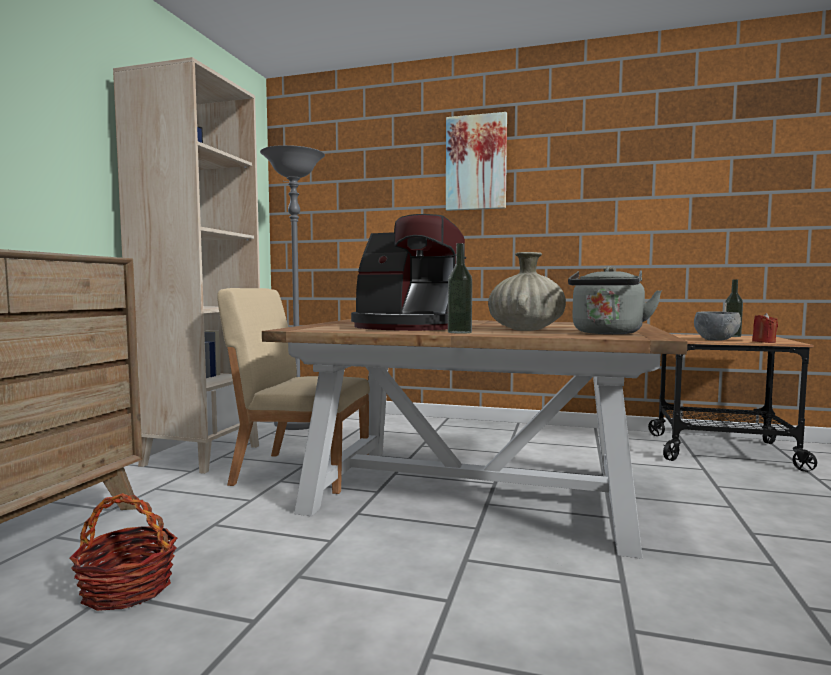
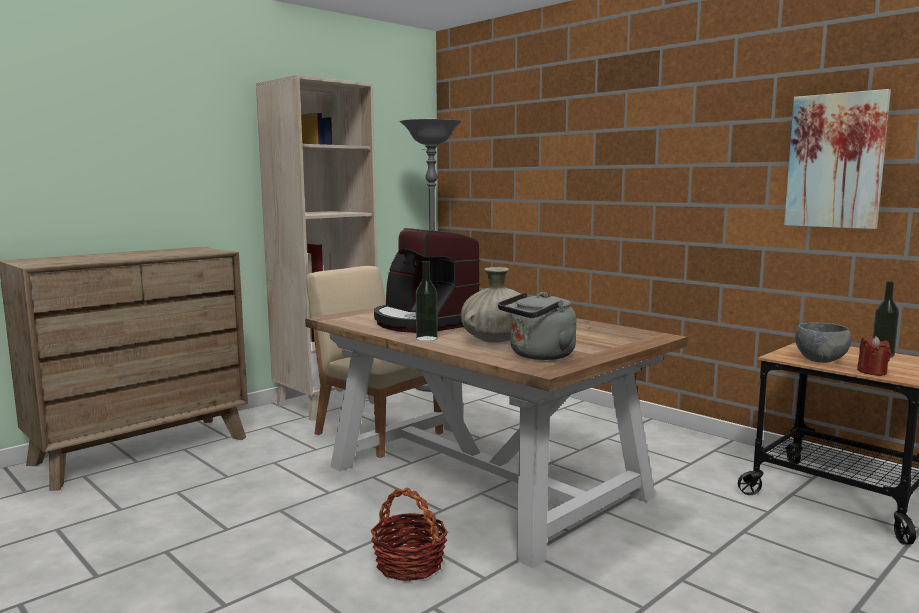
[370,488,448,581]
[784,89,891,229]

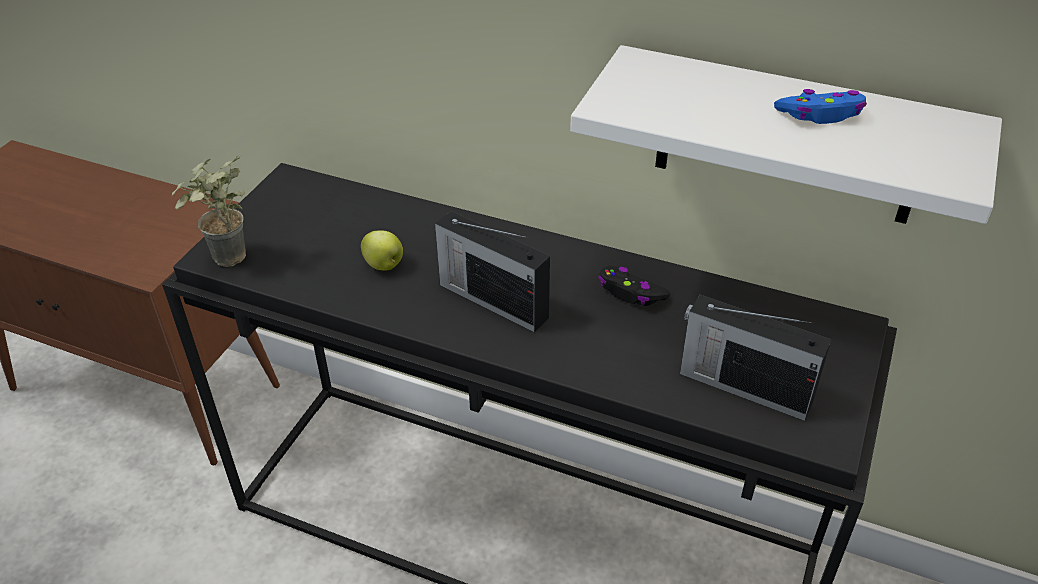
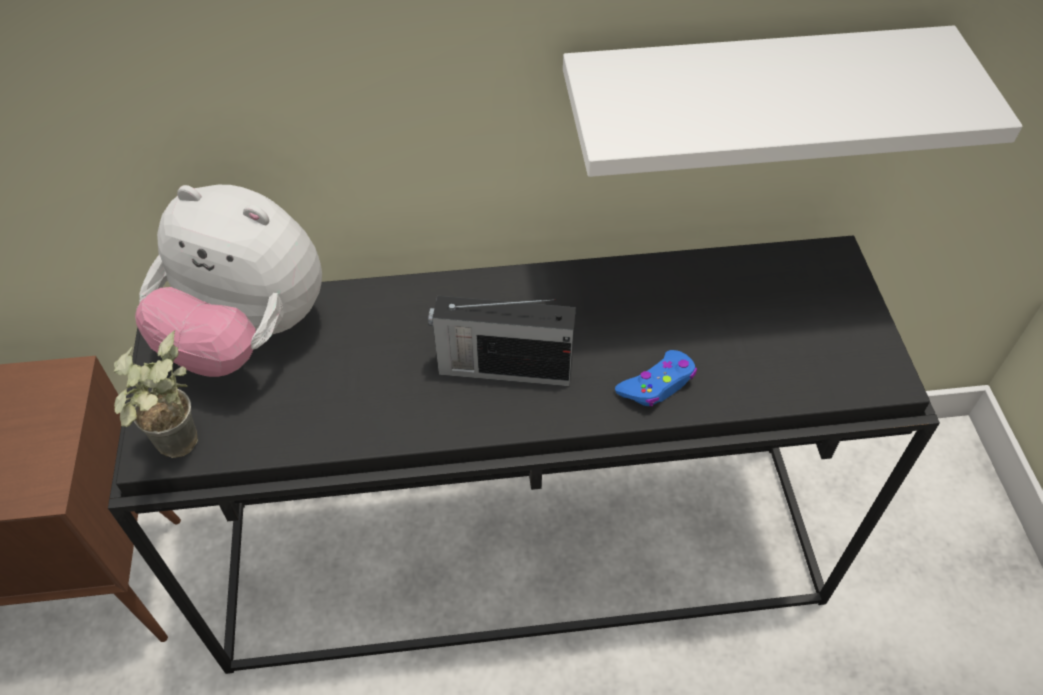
[361,230,403,271] (first image)
[598,266,671,306] (first image)
[680,295,832,421] (first image)
[615,350,697,407]
[135,185,322,377]

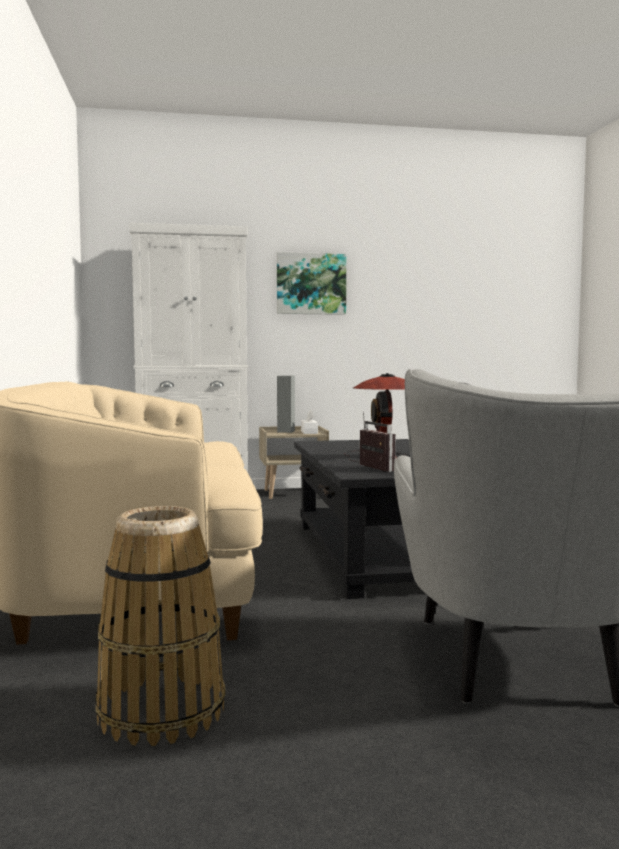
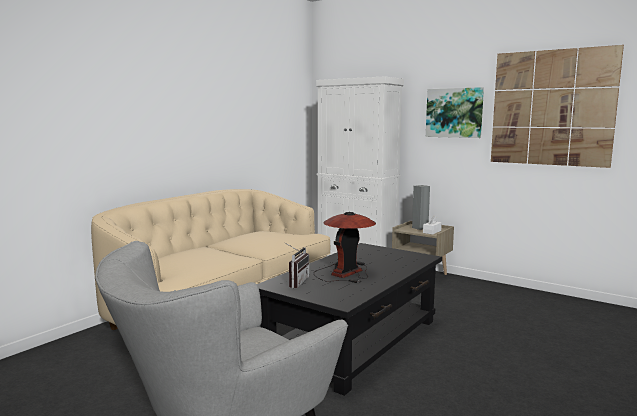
[95,506,225,746] (first image)
[491,45,624,168]

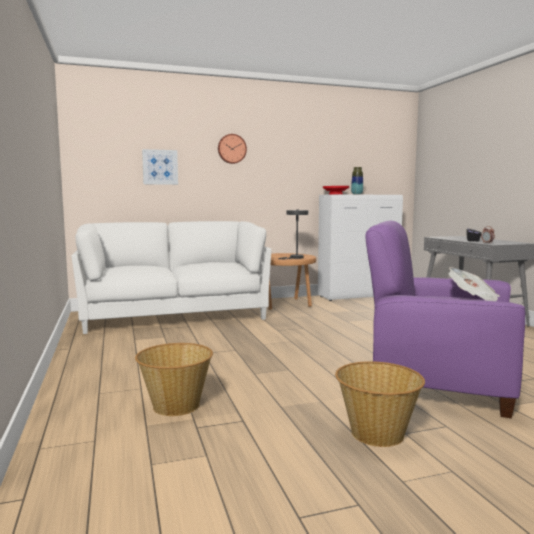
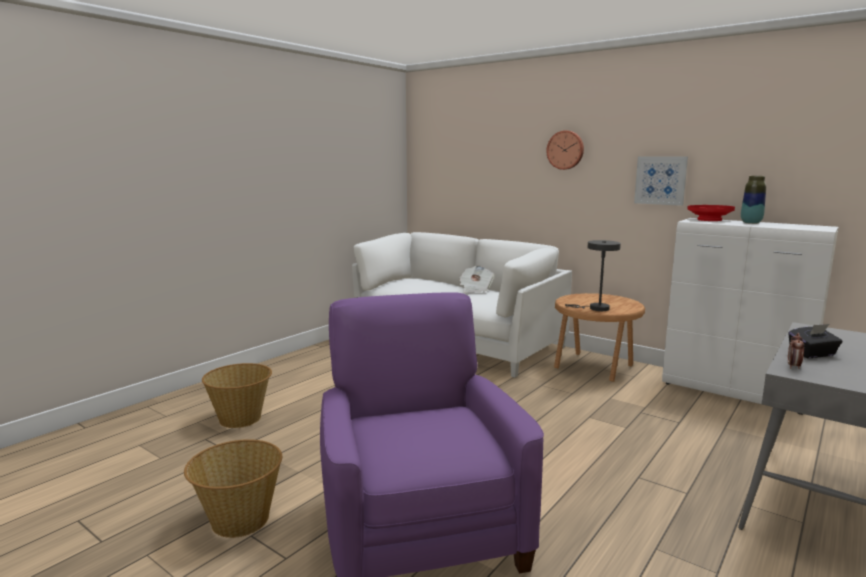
[634,156,688,206]
[459,266,495,293]

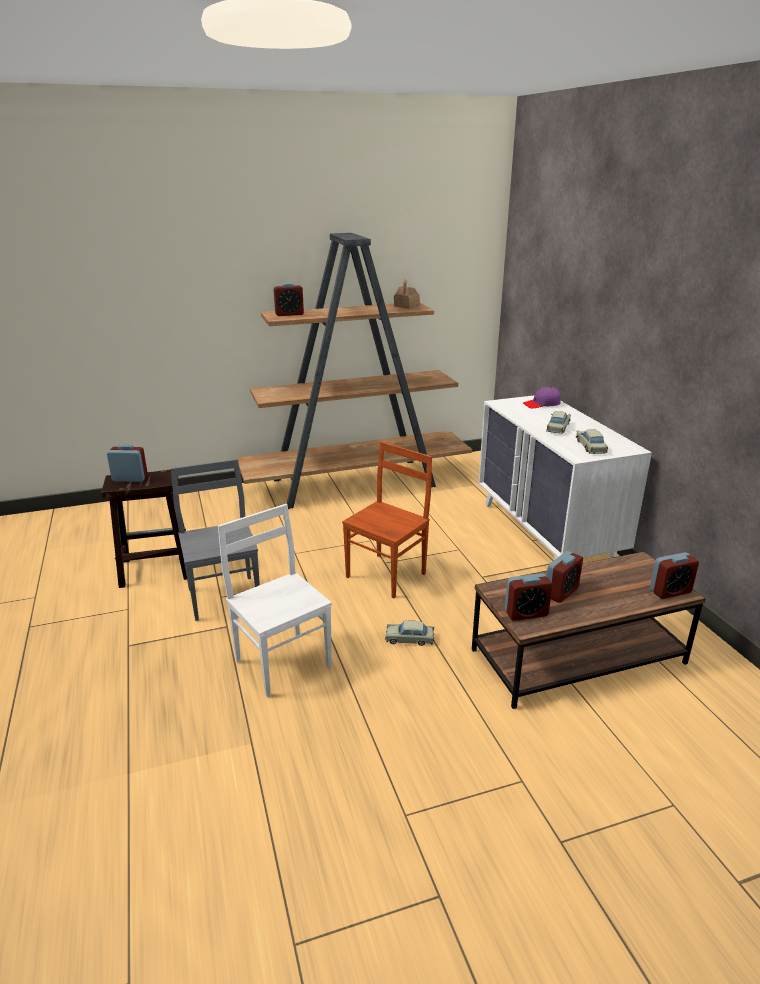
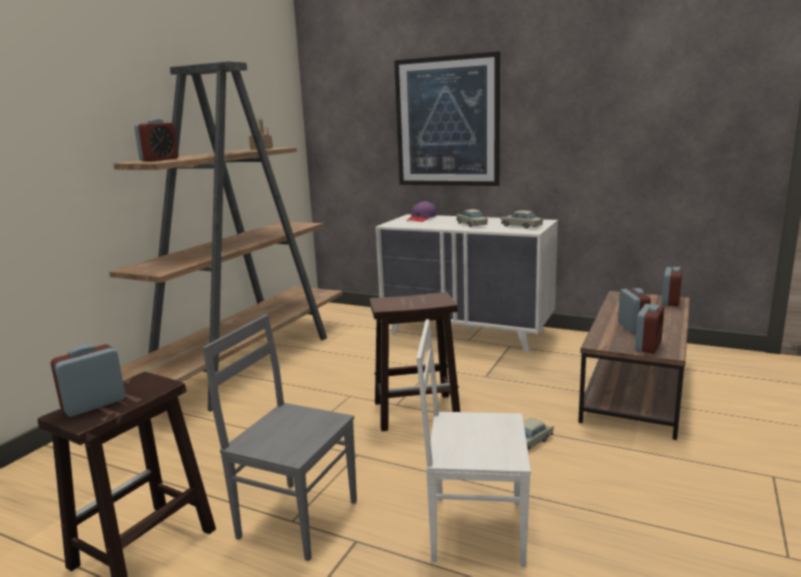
[370,292,460,431]
[394,51,500,186]

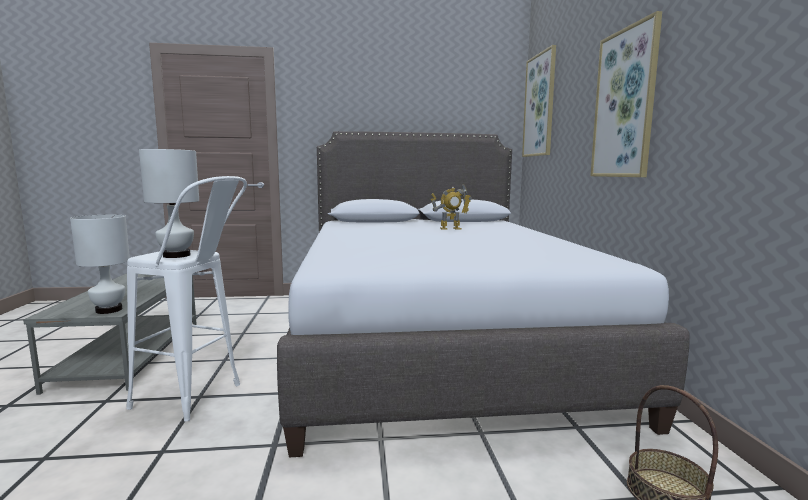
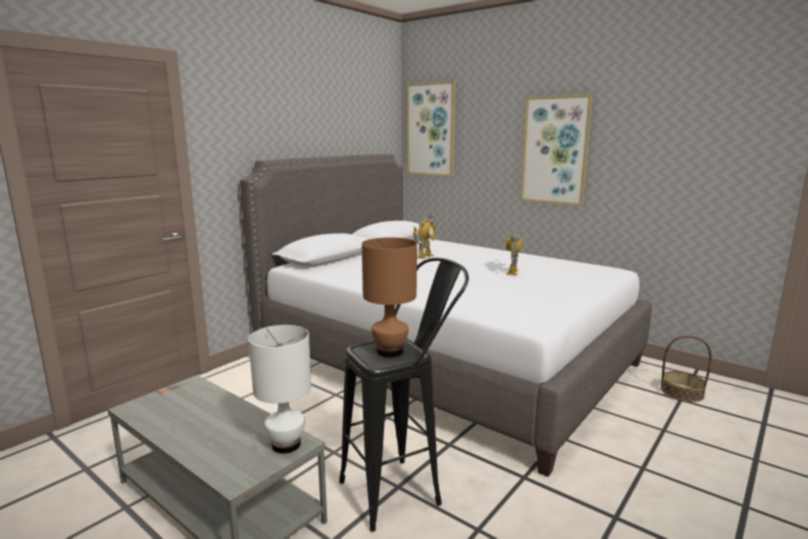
[339,258,469,532]
[362,237,417,357]
[506,229,522,276]

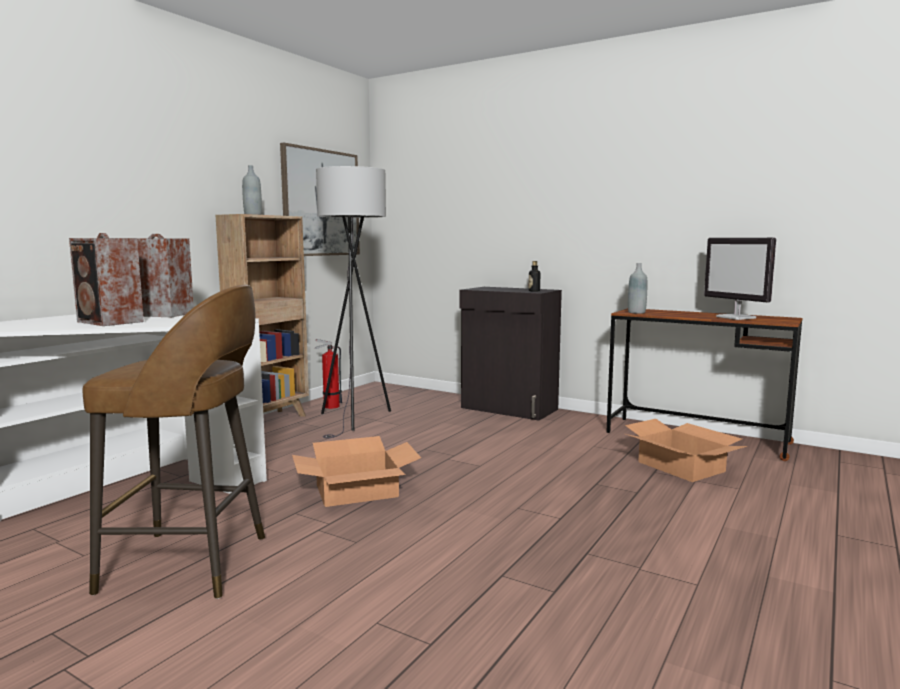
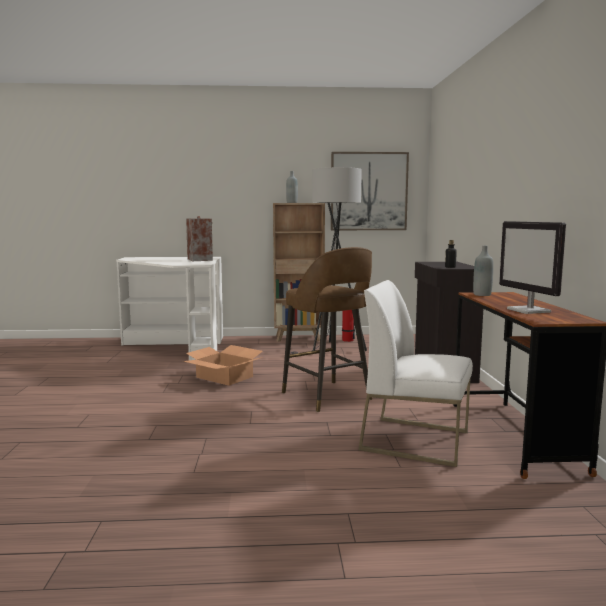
[69,233,144,326] (first image)
[282,247,372,412]
[358,280,473,467]
[499,221,566,314]

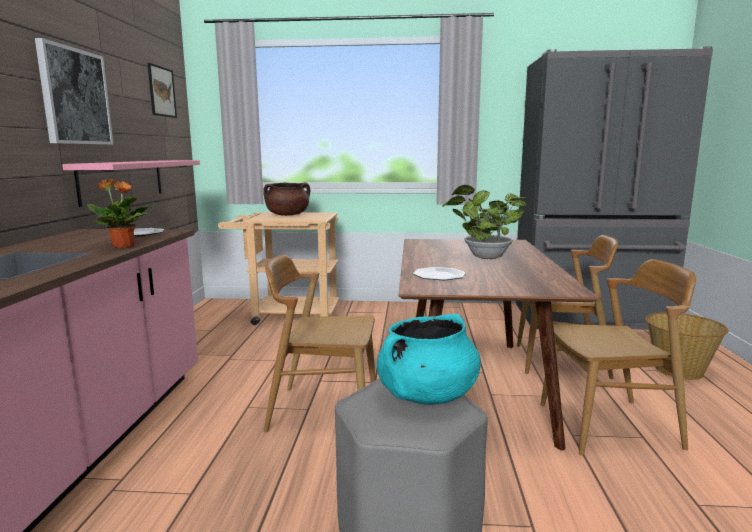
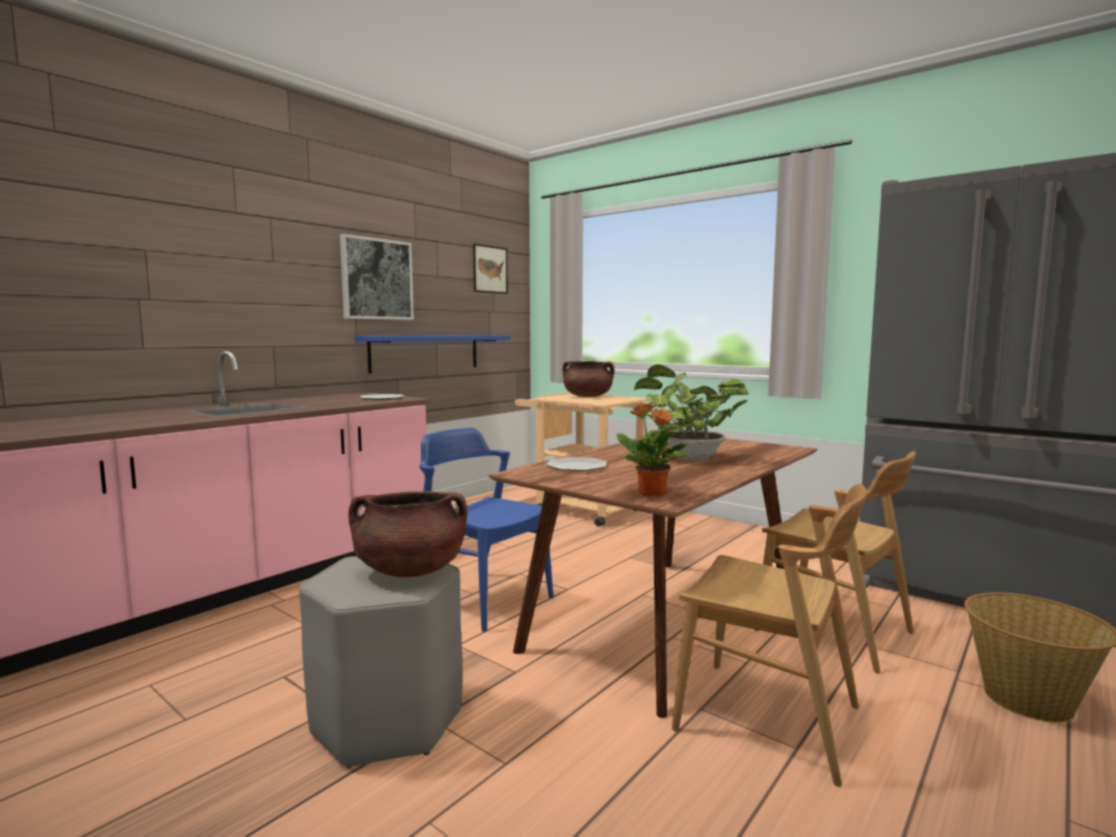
[355,335,510,373]
[616,403,694,496]
[419,428,554,632]
[348,491,467,577]

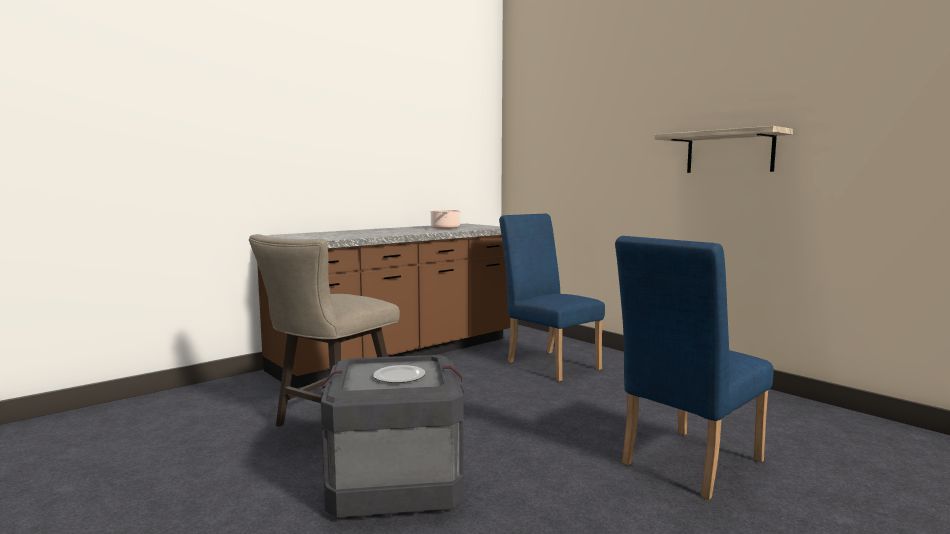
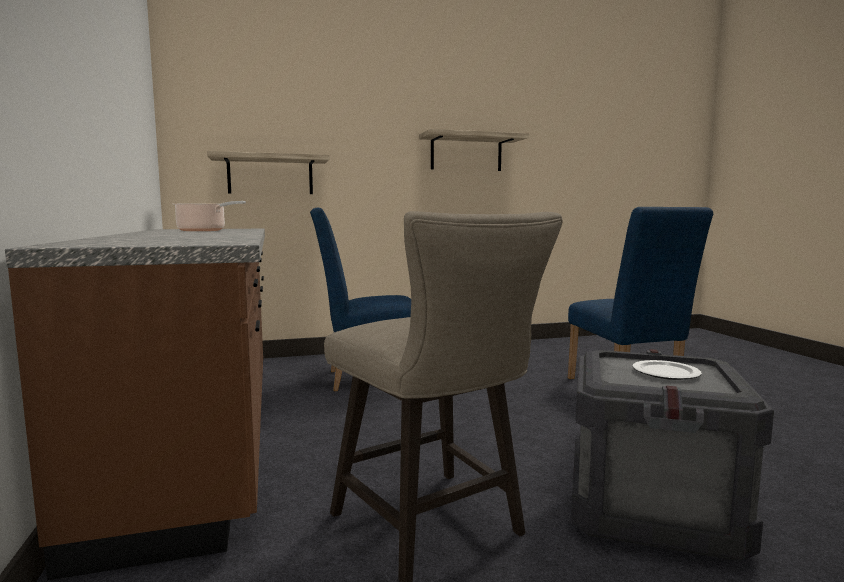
[207,151,329,194]

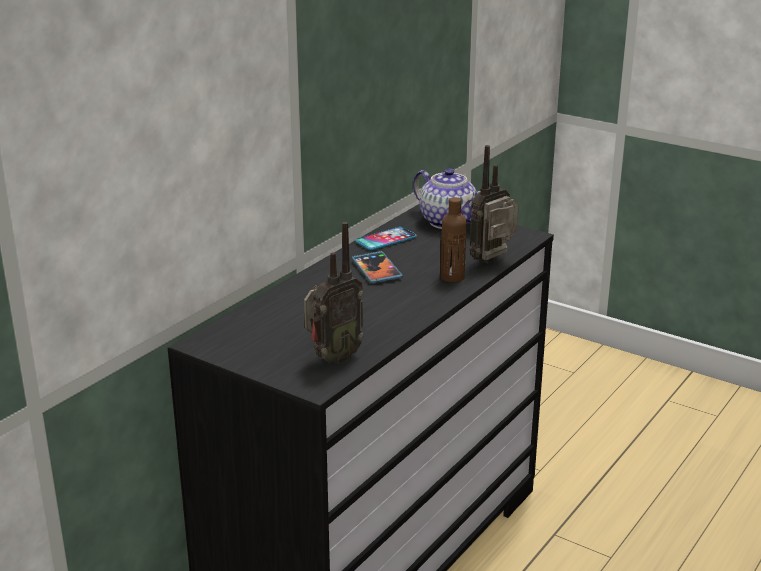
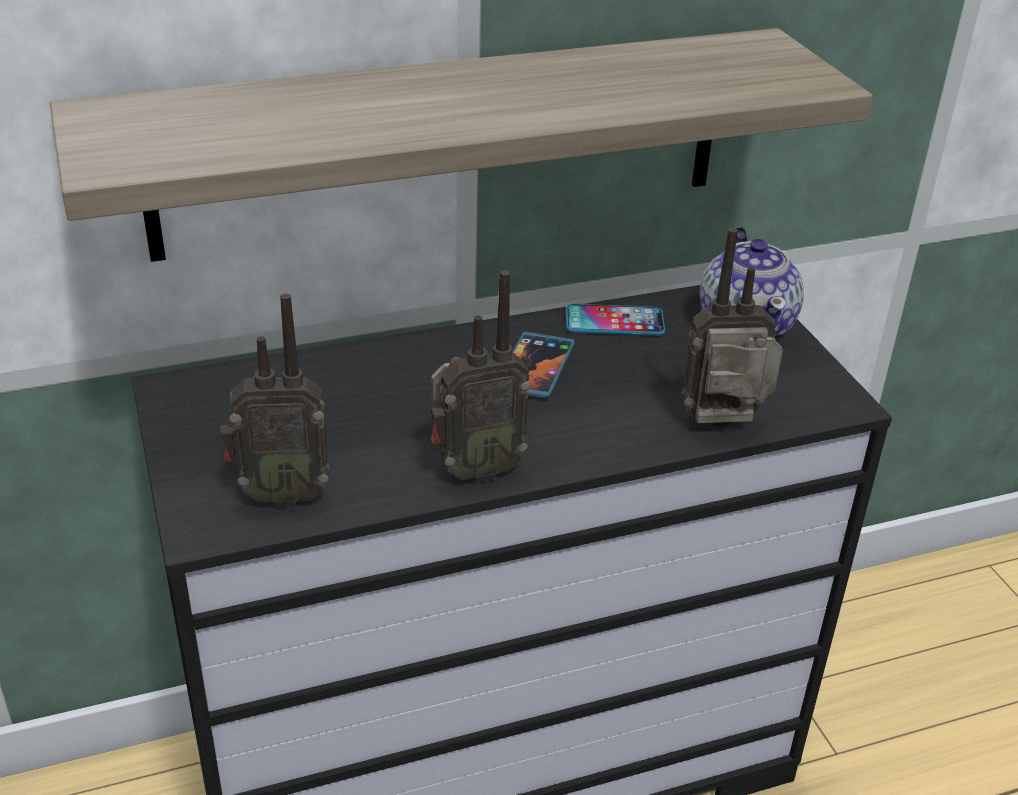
[441,197,467,283] (first image)
[50,28,873,262]
[430,270,531,483]

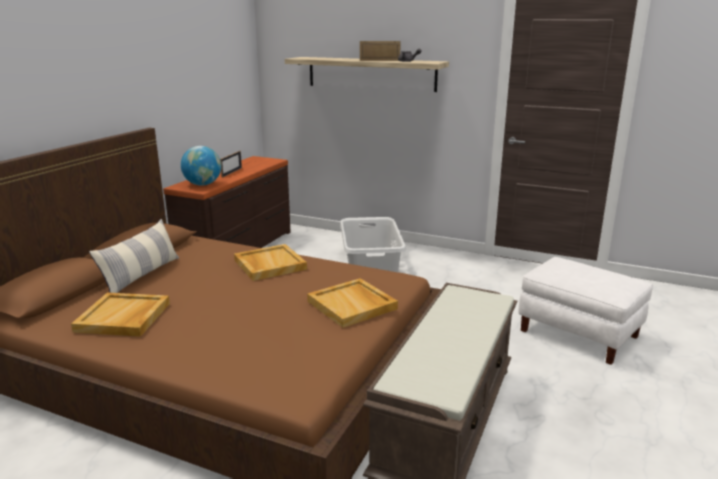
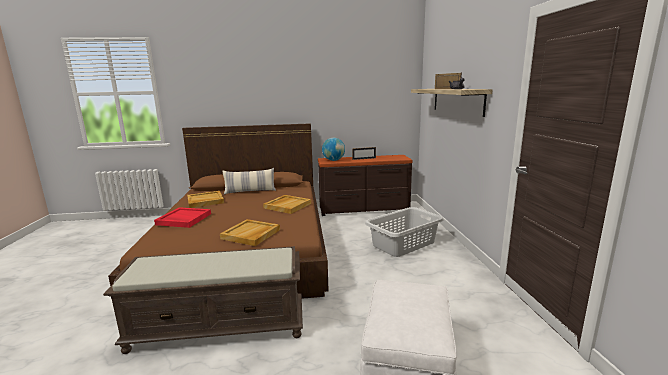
[154,207,211,228]

